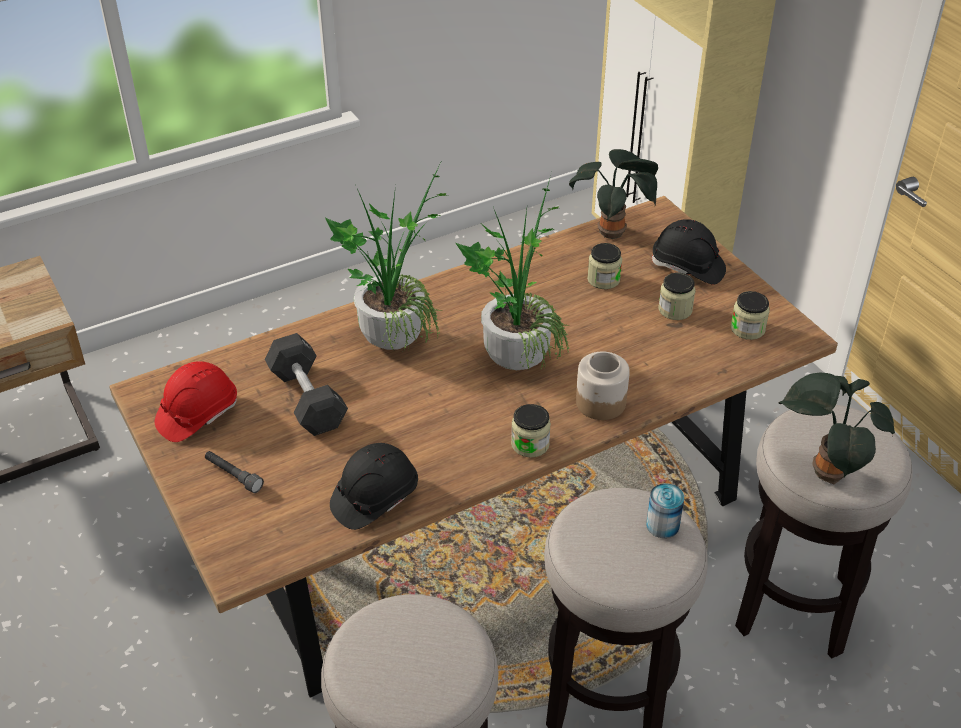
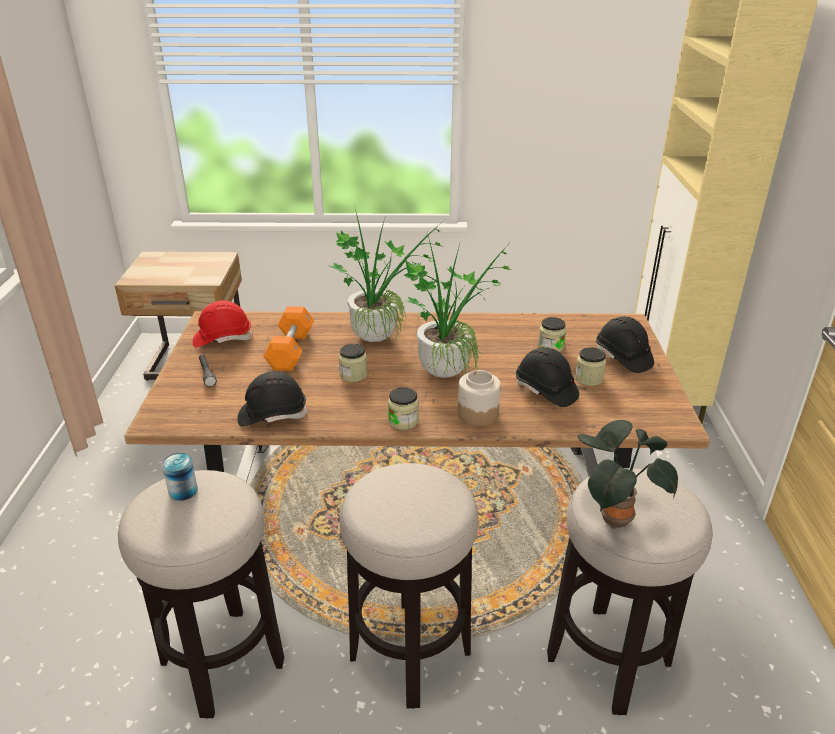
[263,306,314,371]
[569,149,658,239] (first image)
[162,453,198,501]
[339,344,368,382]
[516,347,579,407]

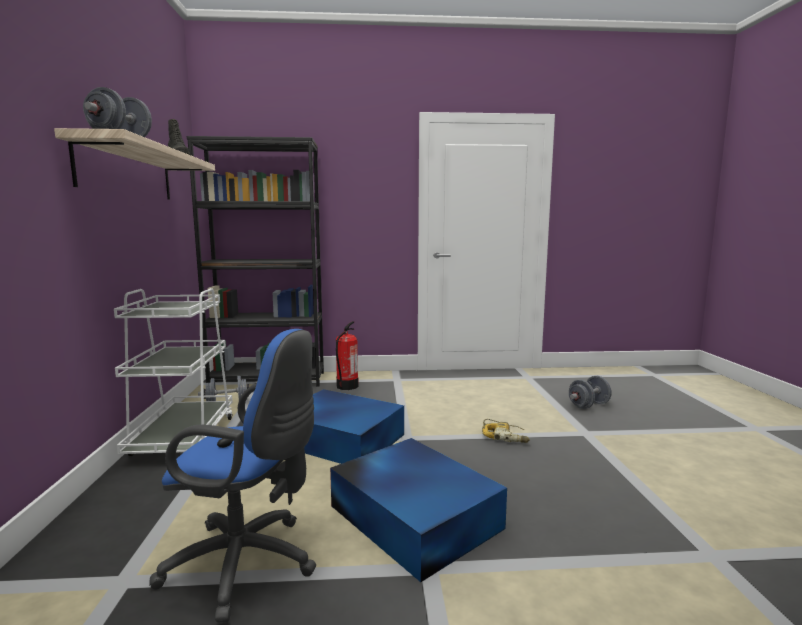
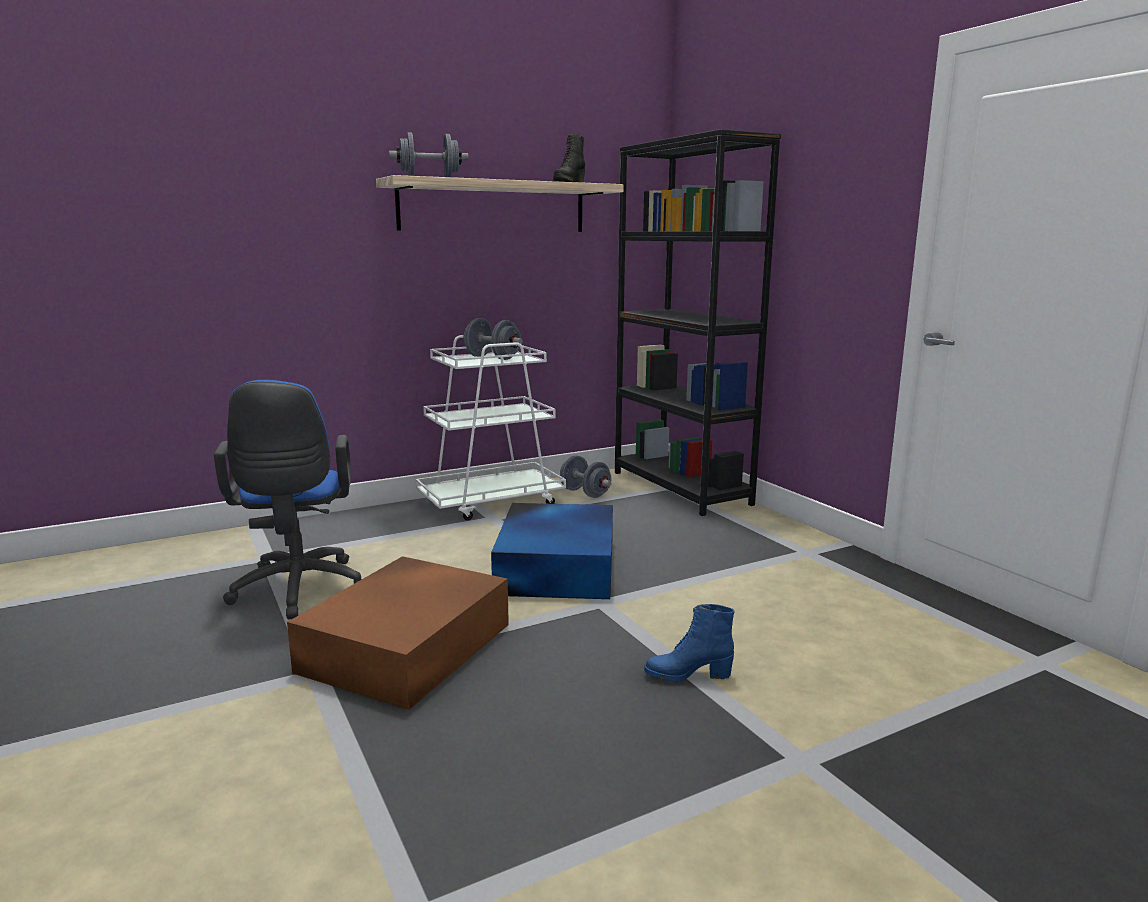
[287,556,509,710]
[336,321,359,390] (first image)
[644,604,734,682]
[463,318,523,360]

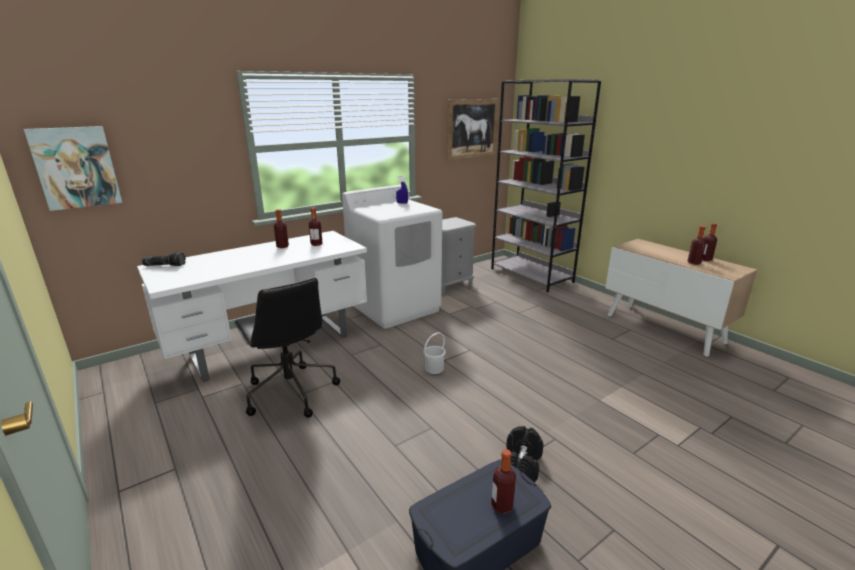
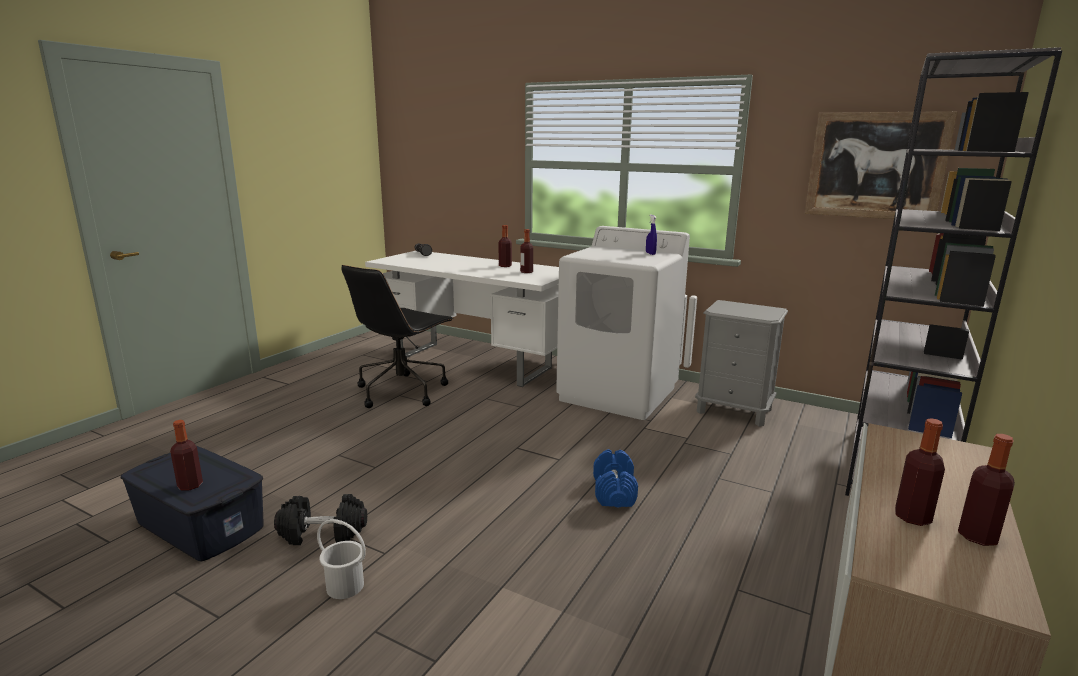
[24,126,122,211] (first image)
[317,519,366,599]
[593,449,638,507]

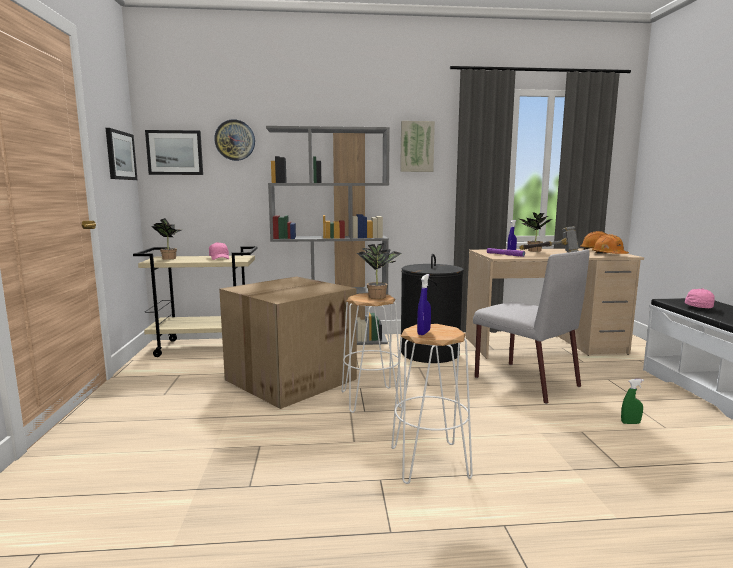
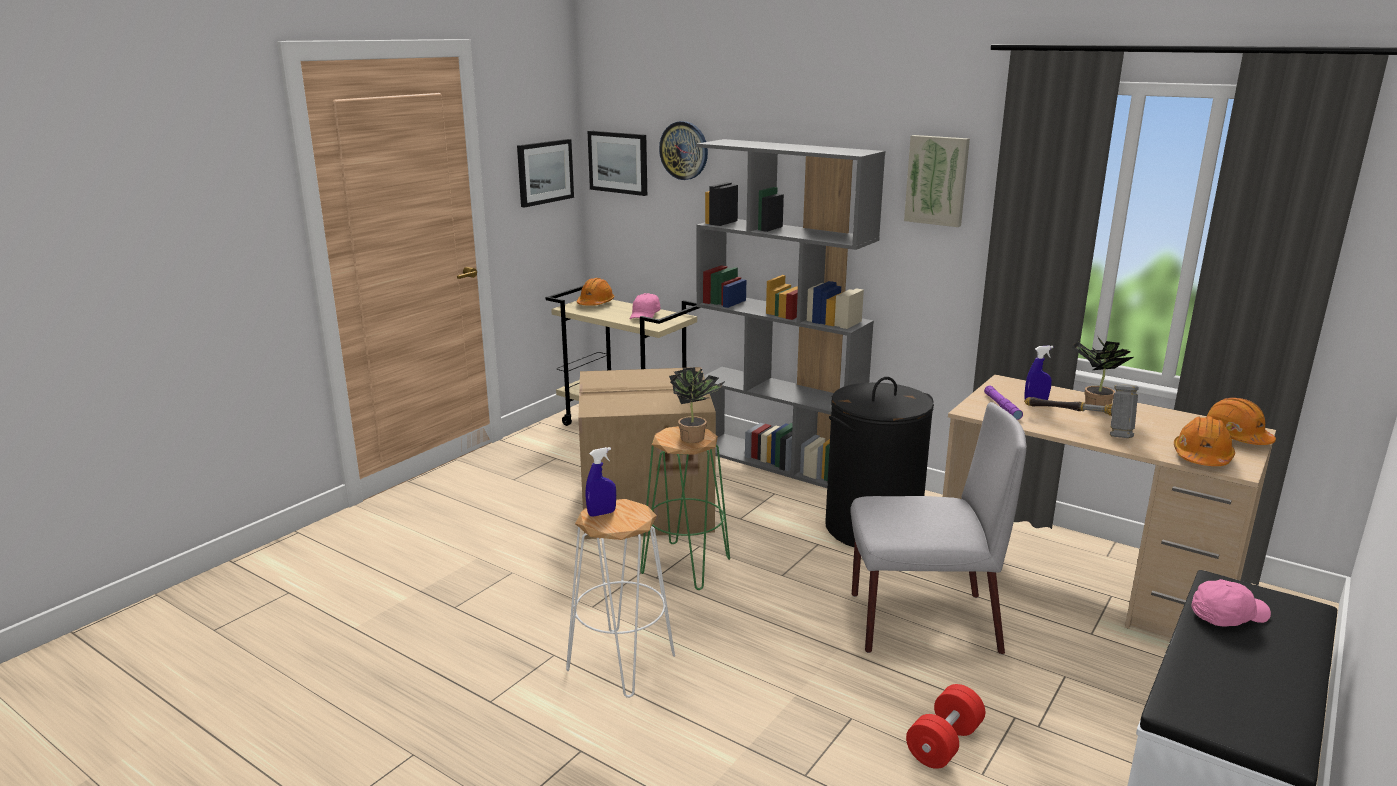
[577,278,614,306]
[640,426,730,590]
[850,402,1026,654]
[906,684,985,769]

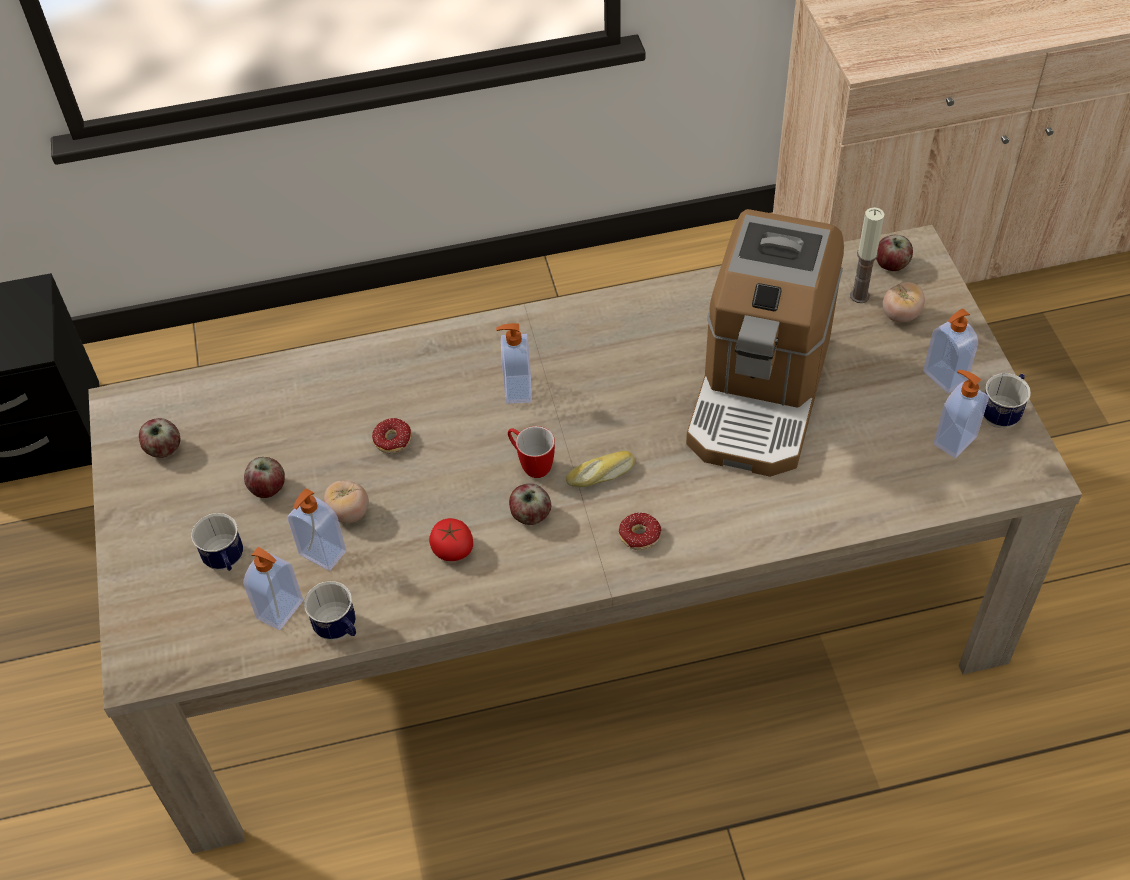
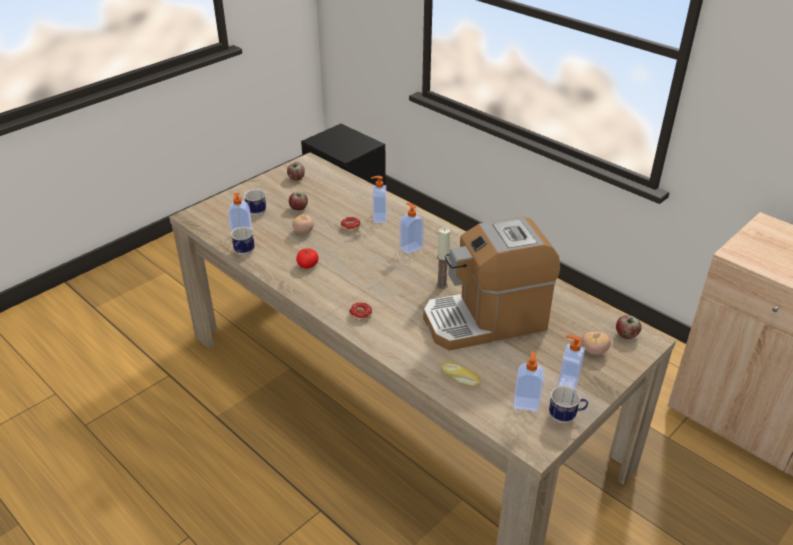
[371,176,387,223]
[508,426,555,478] (first image)
[509,484,551,525] (first image)
[440,361,480,387]
[436,228,450,289]

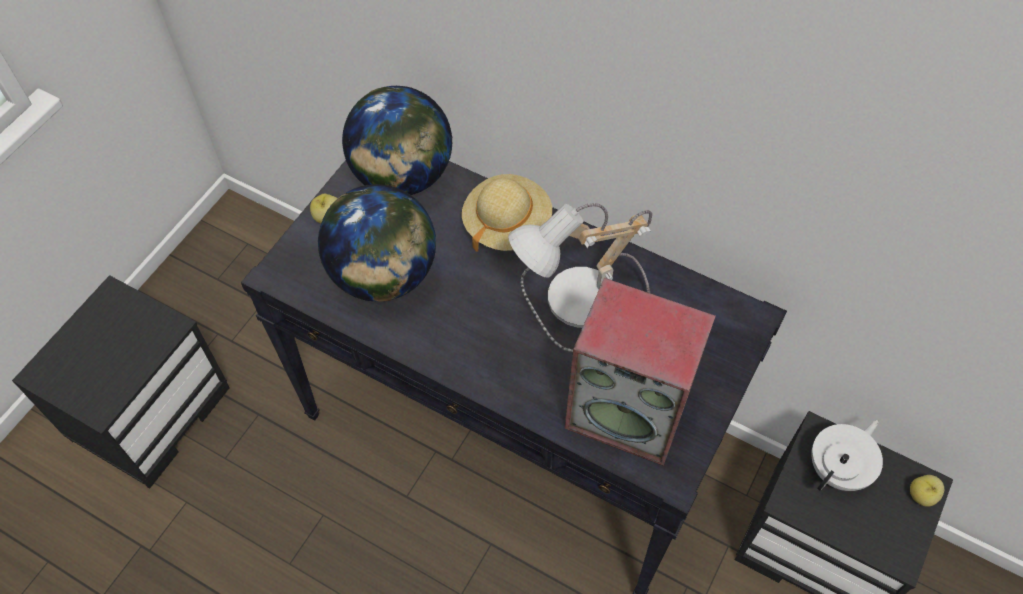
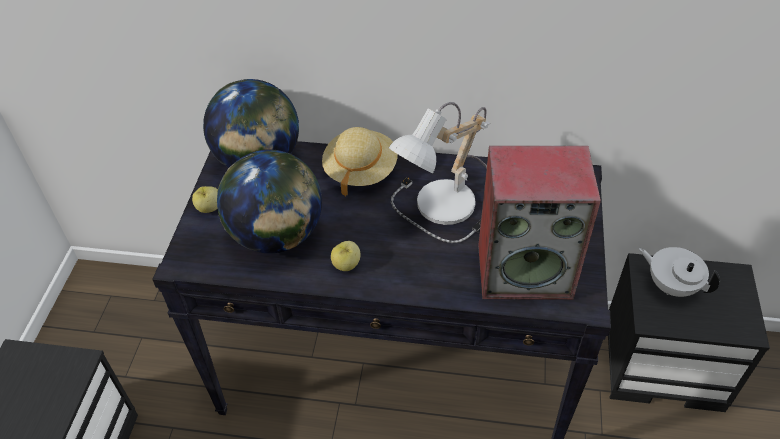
[639,247,720,297]
[331,241,361,271]

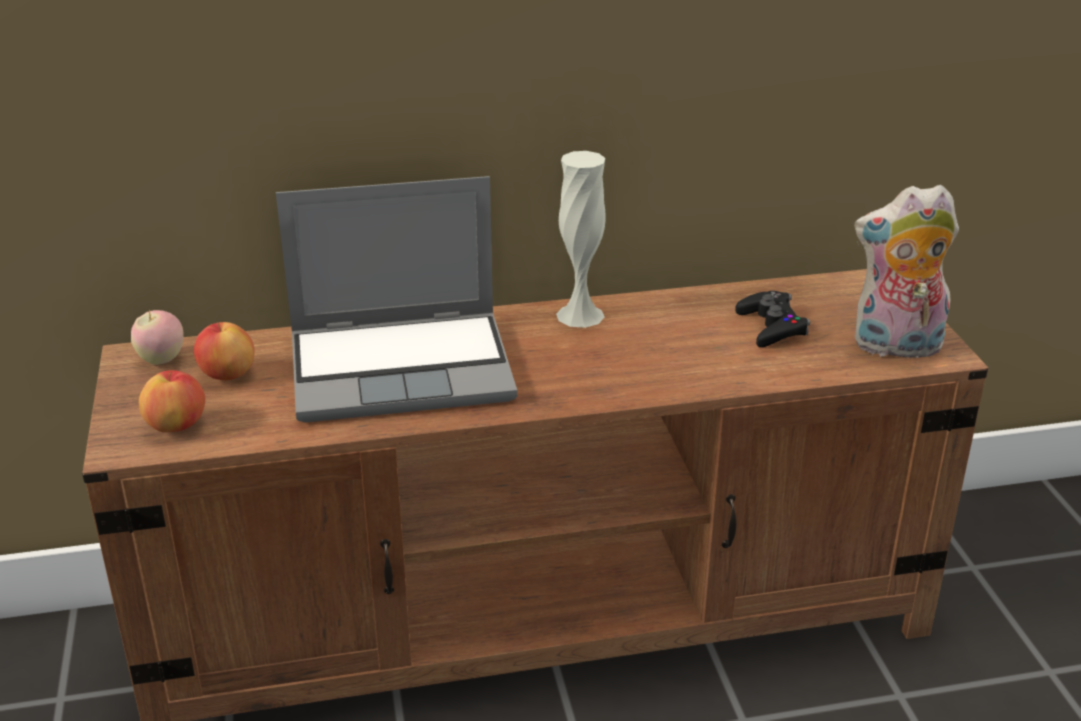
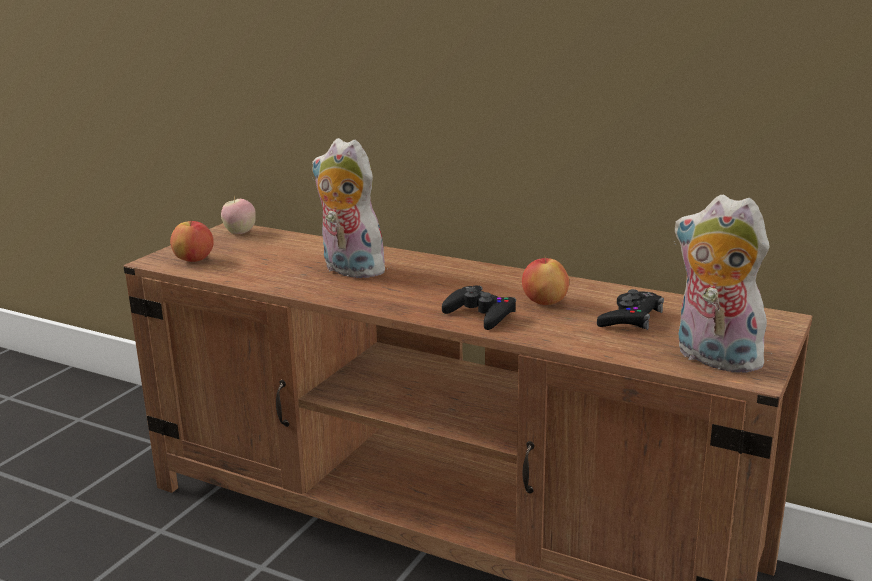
[522,257,569,305]
[312,138,393,278]
[556,151,606,328] (first image)
[442,285,516,330]

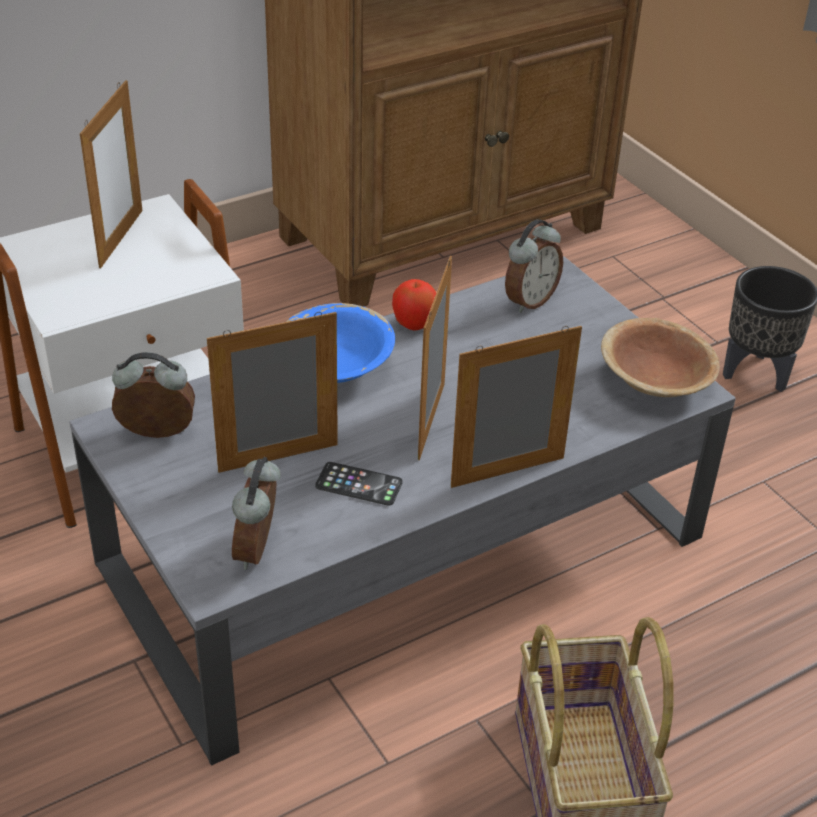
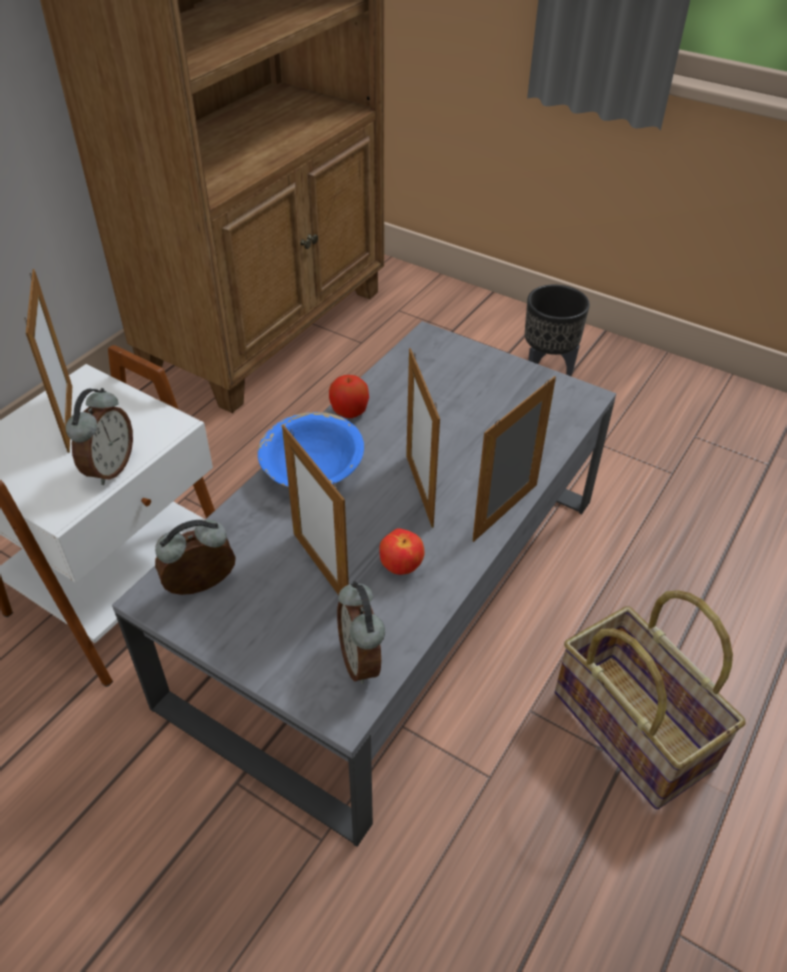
[282,425,349,595]
[379,528,425,575]
[66,388,133,485]
[601,318,720,397] (first image)

